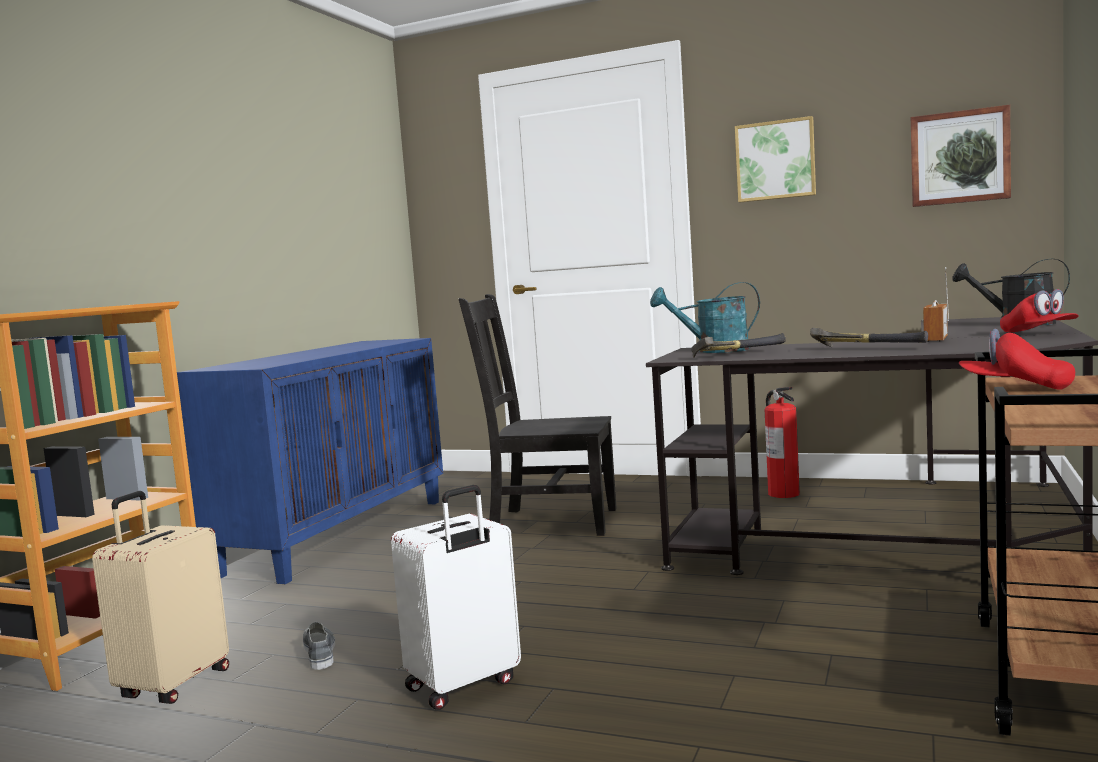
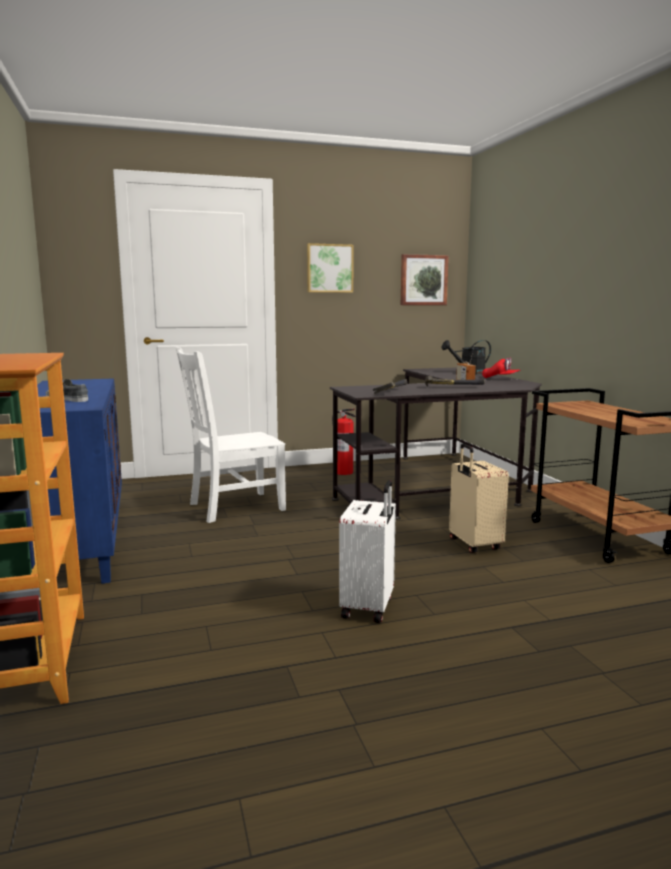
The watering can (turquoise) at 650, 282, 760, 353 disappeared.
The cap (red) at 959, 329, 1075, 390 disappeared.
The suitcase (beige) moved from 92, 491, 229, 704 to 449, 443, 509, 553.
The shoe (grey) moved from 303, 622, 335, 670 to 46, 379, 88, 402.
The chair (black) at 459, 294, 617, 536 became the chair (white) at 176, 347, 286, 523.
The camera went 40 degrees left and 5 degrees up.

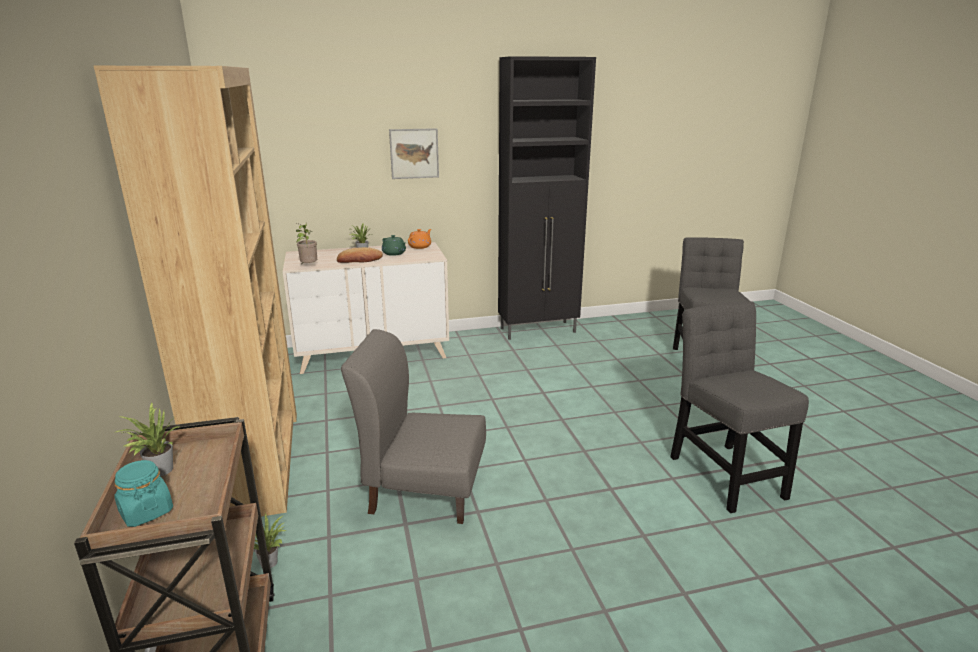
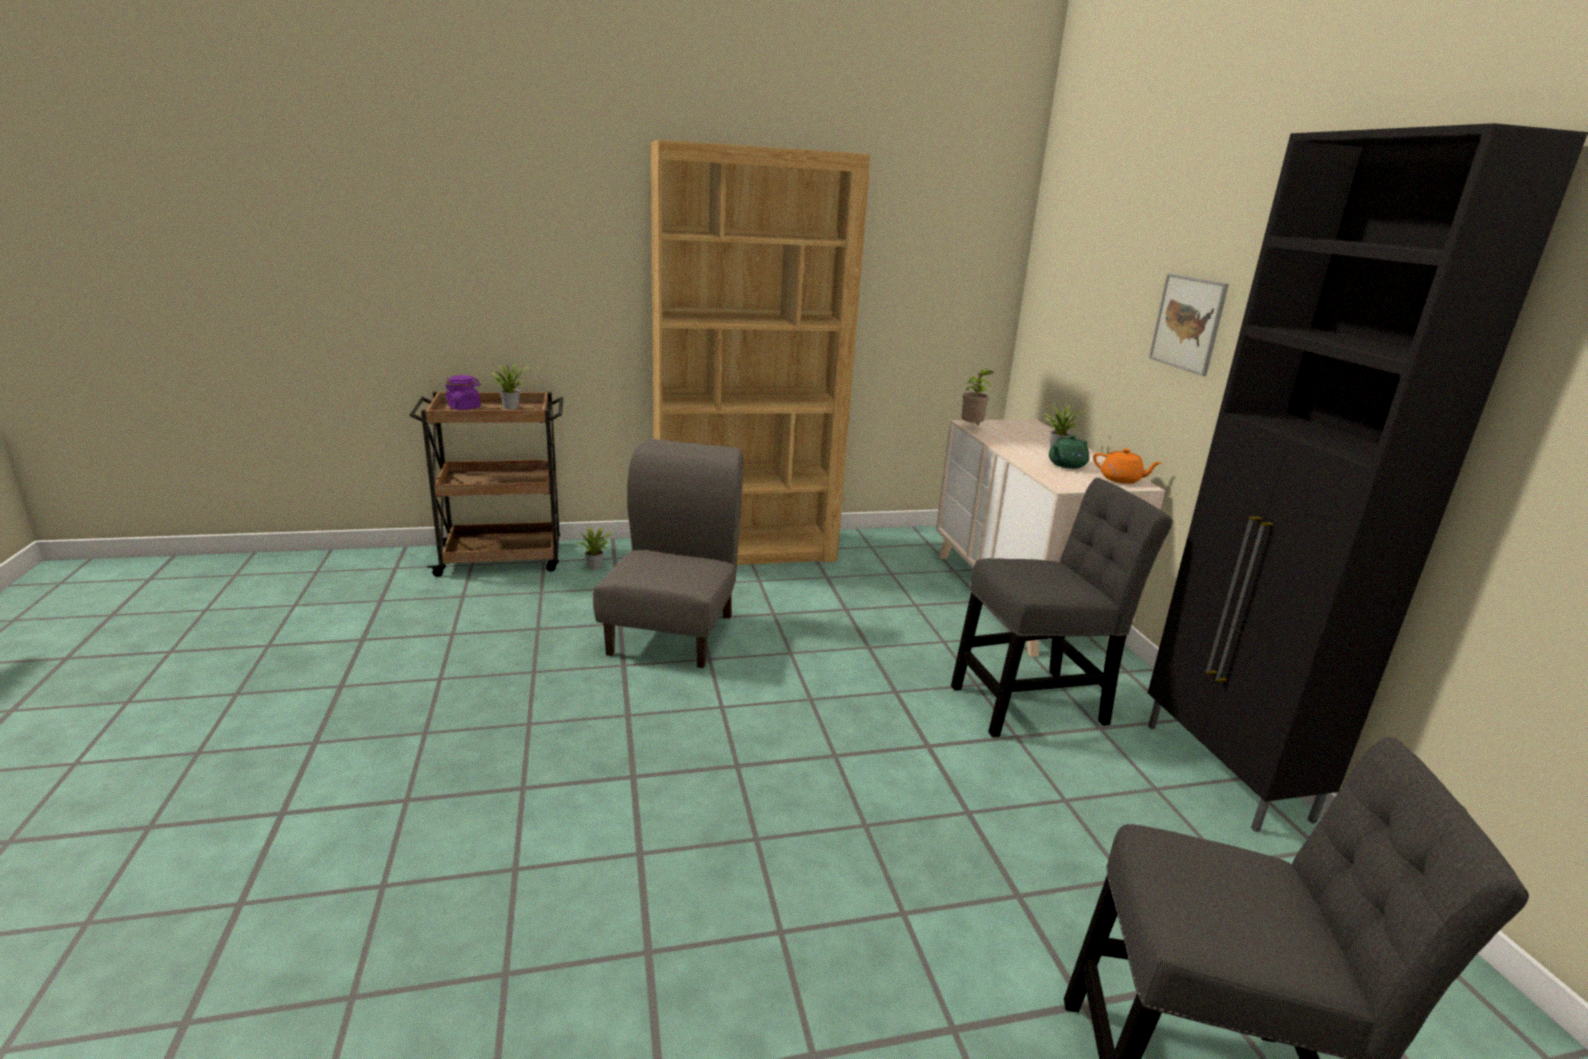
The bread at 337, 247, 383, 263 disappeared.
The chair (grey) moved from 670, 301, 809, 513 to 951, 478, 1173, 737.
The jar (turquoise) at 114, 460, 173, 527 became the jar (purple) at 445, 375, 481, 410.
The camera went 90 degrees right and 0 degrees up.

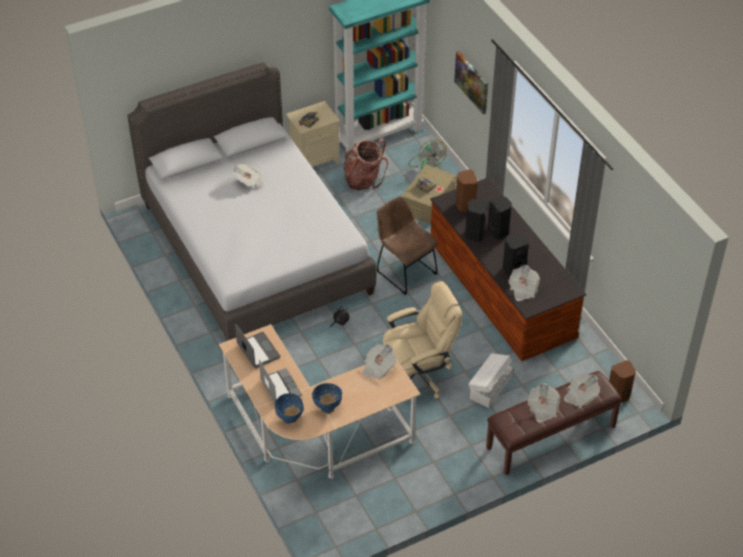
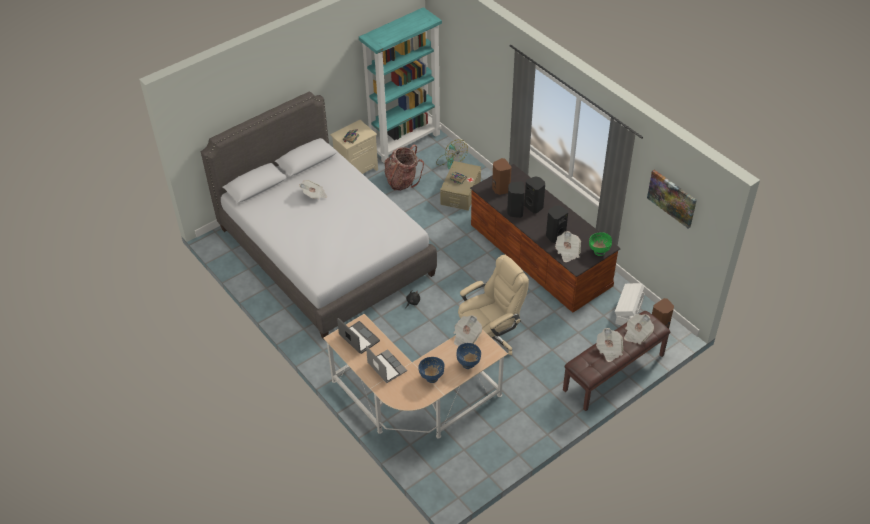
The chair (brown) at 376, 196, 438, 295 disappeared.
The bowl (green) at 589, 232, 612, 256 appeared.
The bowl (blue) moved from 275, 393, 304, 424 to 456, 343, 481, 369.
The picture moved from 454, 51, 488, 114 to 647, 170, 697, 229.
The storage box (white) moved from 468, 353, 513, 408 to 615, 283, 645, 326.
The camera went 10 degrees left and 0 degrees up.

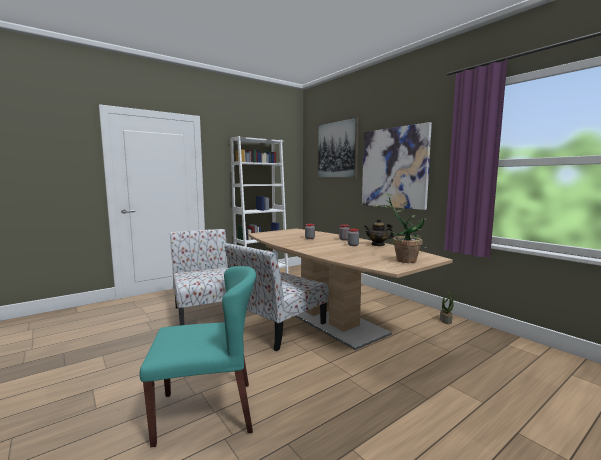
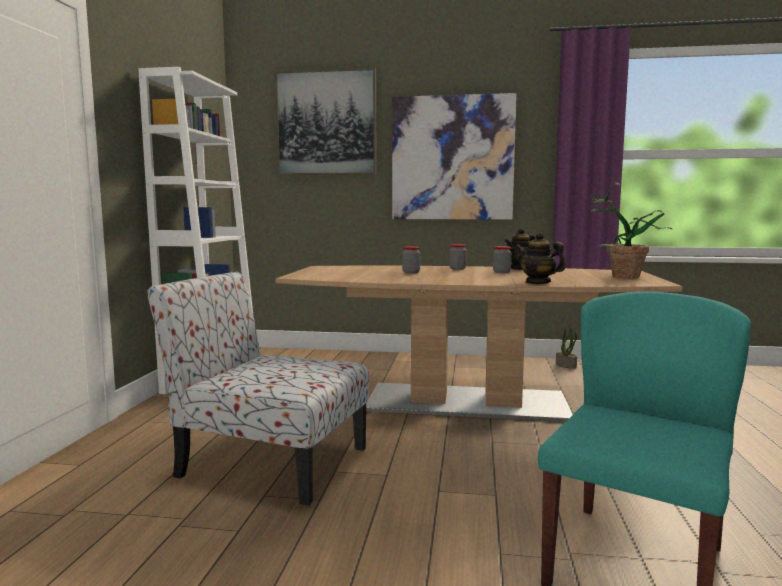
The chair at 225, 243, 329, 351 disappeared.
The teapot at 515, 232, 566, 284 appeared.
The camera went 45 degrees left and 0 degrees up.

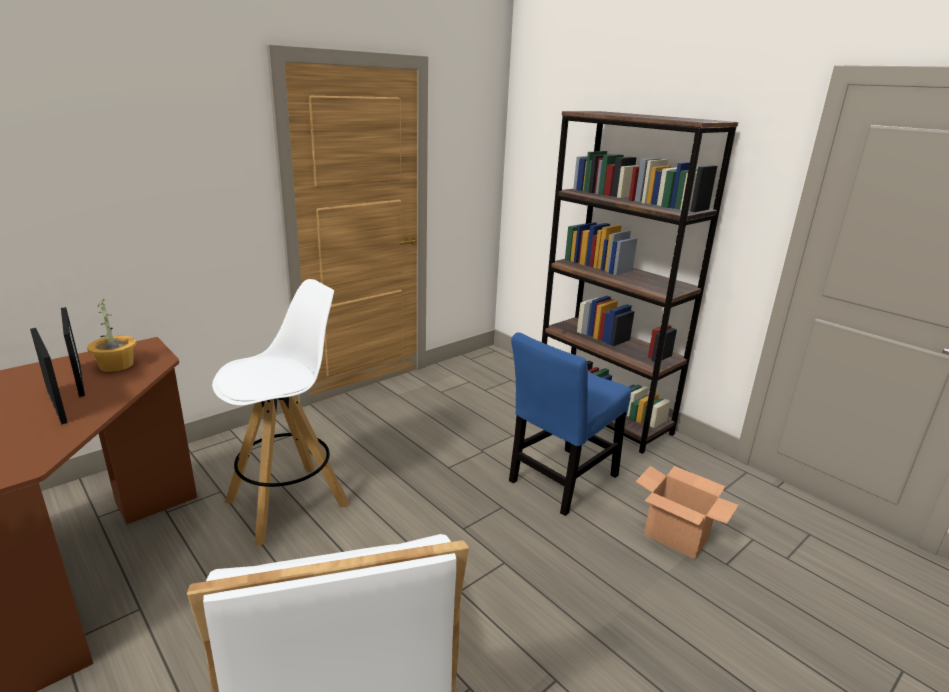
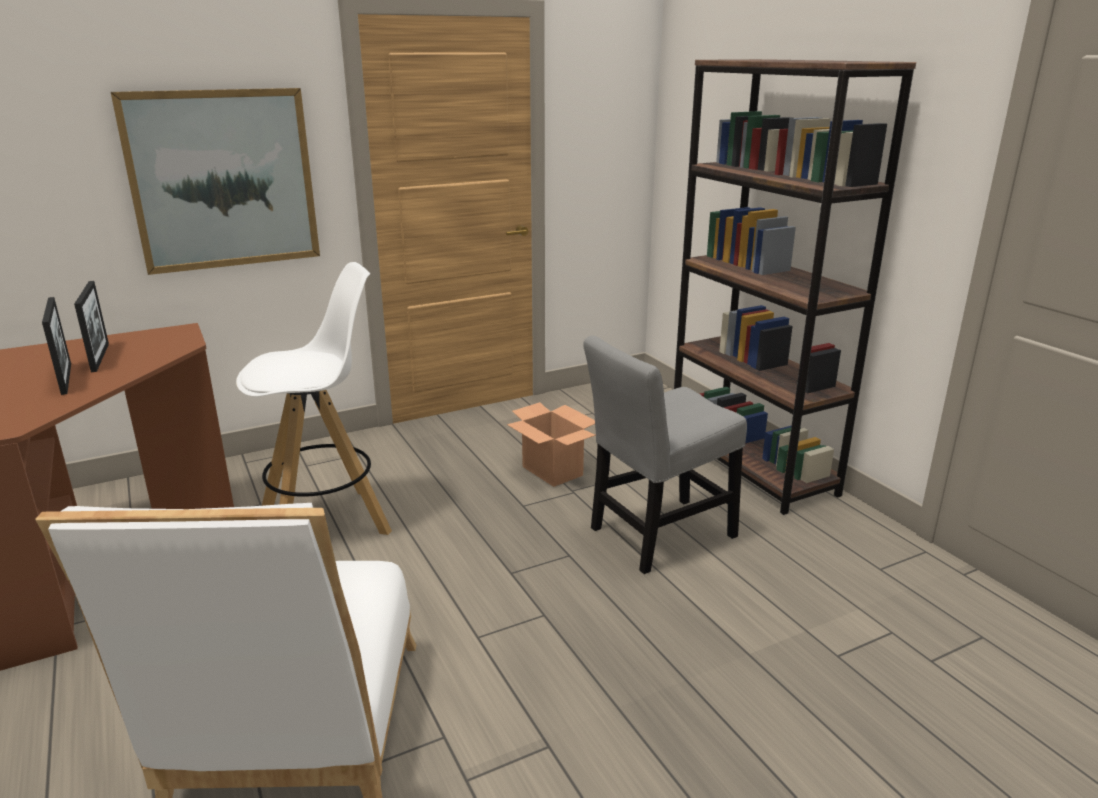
The potted plant at 87, 299, 136, 372 disappeared.
The picture at 111, 88, 320, 275 appeared.
The cardboard box moved from 636, 466, 739, 559 to 507, 402, 596, 487.
The chair (blue) at 509, 333, 631, 516 became the chair (grey) at 583, 336, 747, 574.
The camera went 15 degrees right and 0 degrees up.

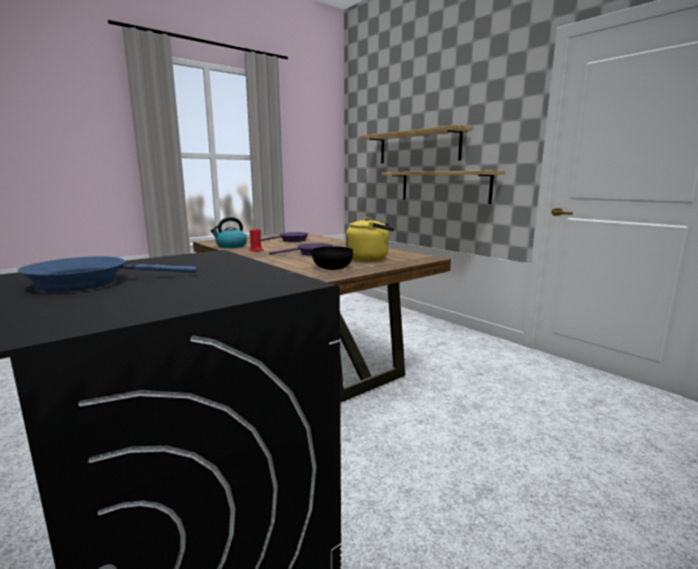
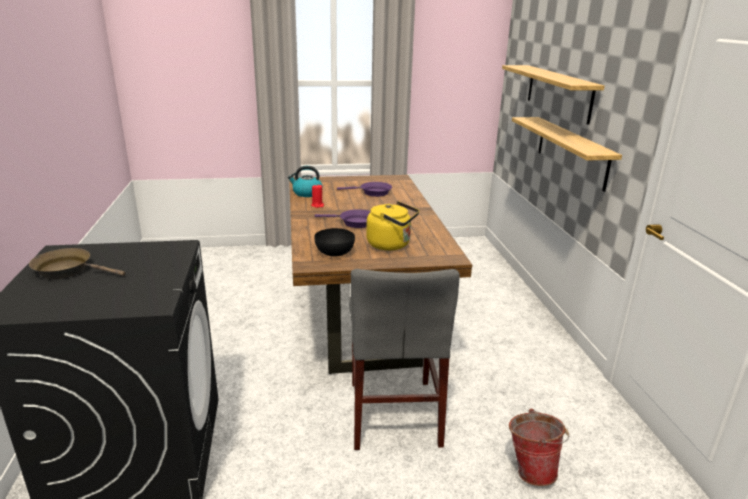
The chair (grey) at 349, 269, 460, 450 appeared.
The bucket at 509, 409, 569, 486 appeared.
The frying pan (blue) at 18, 256, 196, 292 became the frying pan (brown) at 29, 248, 125, 279.
The camera went 30 degrees right and 10 degrees up.

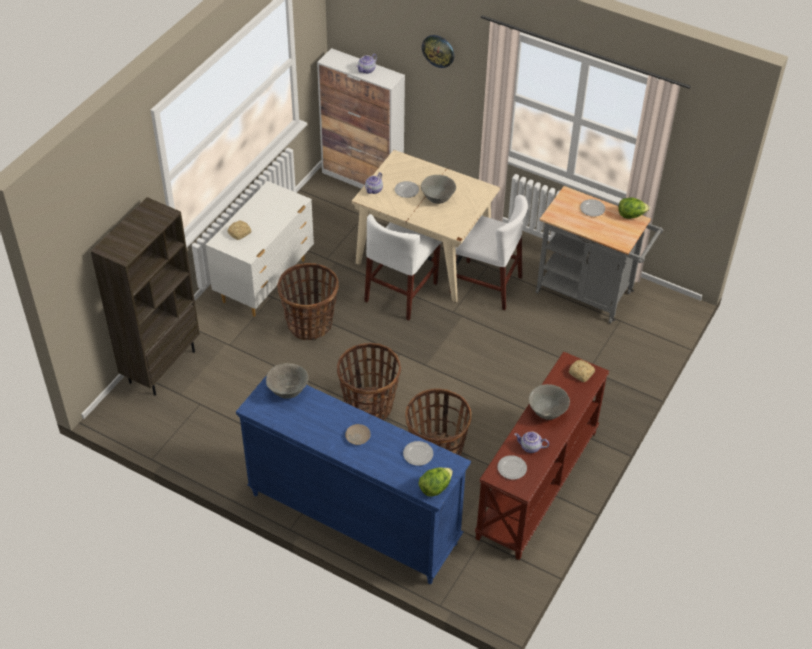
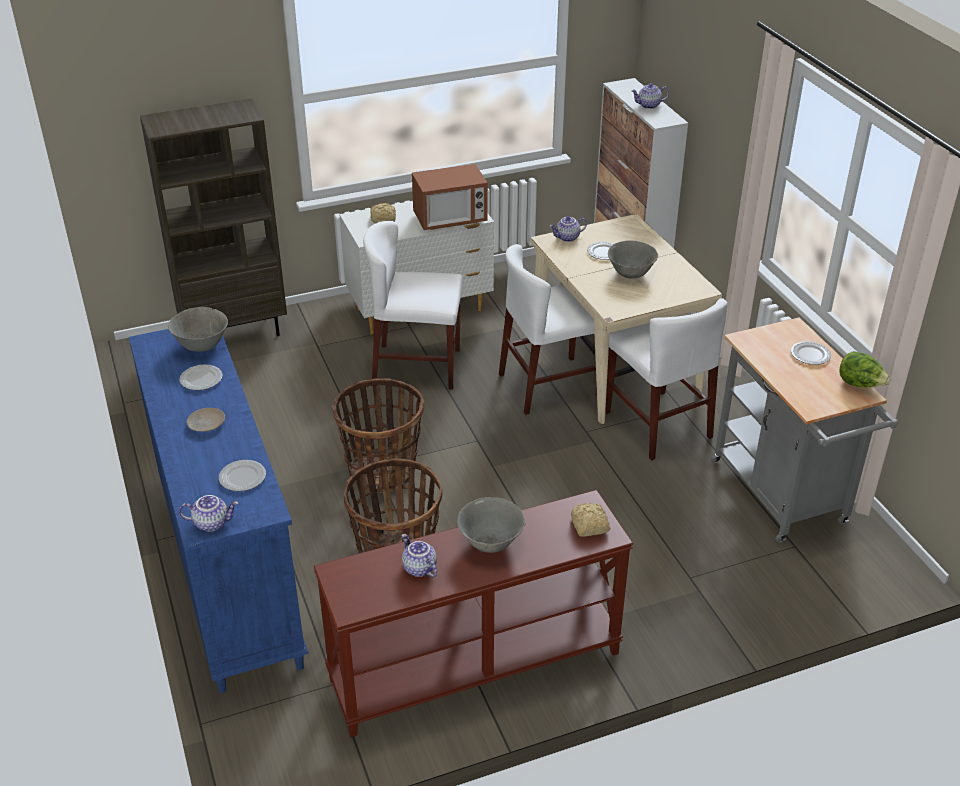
The wall clock at 422, 35, 454, 68 disappeared.
The microwave at 412, 164, 488, 230 appeared.
The plate moved from 497, 455, 527, 480 to 179, 364, 222, 390.
The basket at 277, 263, 339, 340 was replaced by the chair (white) at 363, 221, 463, 390.
The lettuce at 419, 468, 453, 497 was replaced by the teapot at 179, 495, 239, 532.
The camera went 40 degrees right and 10 degrees down.

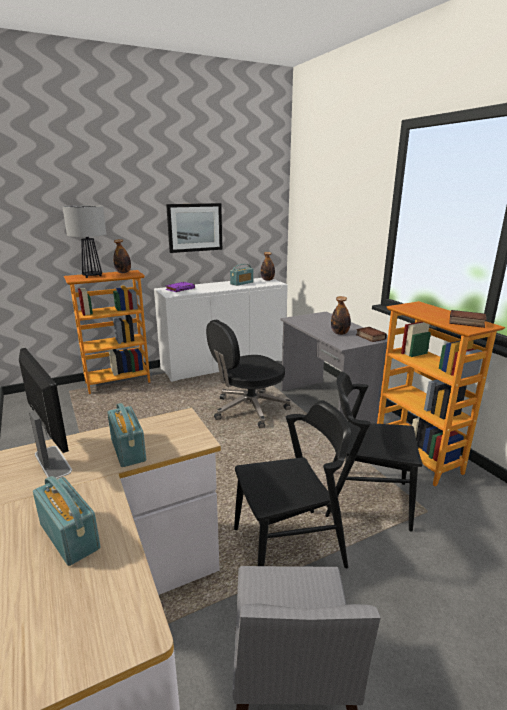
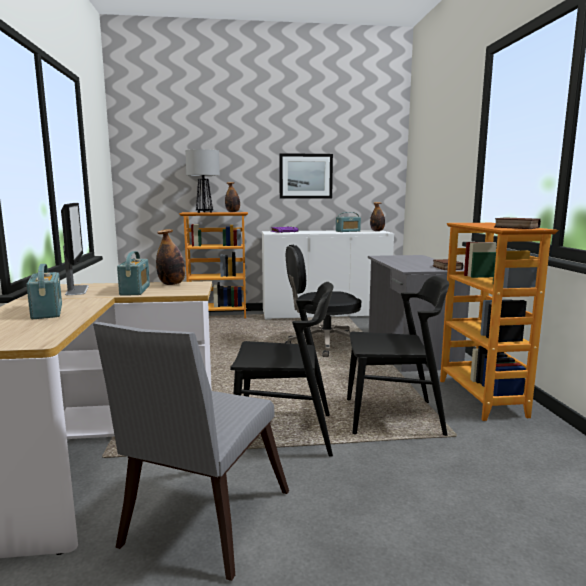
The bottle moved from 331, 296, 351, 335 to 156, 229, 185, 285.
The chair (black) at 325, 372, 423, 532 turned 150 degrees clockwise.
The camera went 20 degrees right and 10 degrees down.

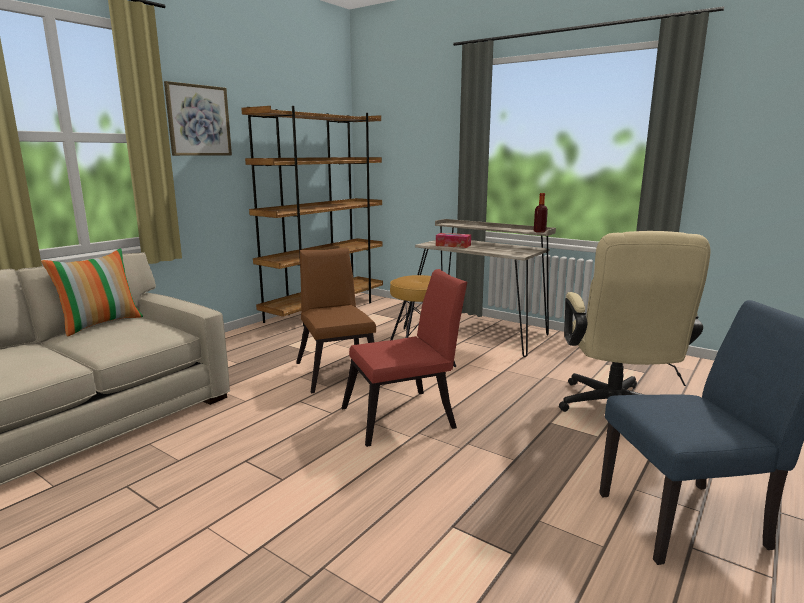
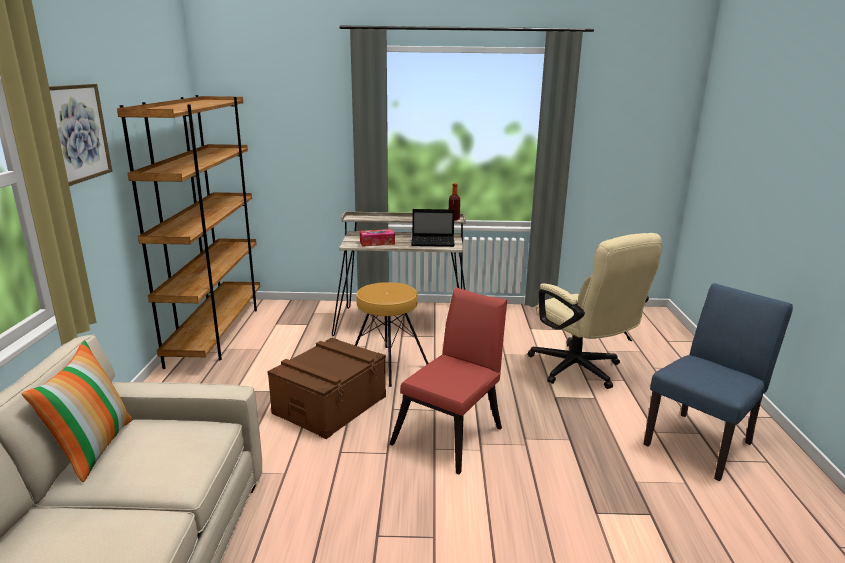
The laptop at 411, 209, 455, 247 appeared.
The chair (brown) at 296, 247, 376, 393 was replaced by the storage box (brown) at 267, 337, 386, 439.
The camera went 35 degrees left and 5 degrees up.

